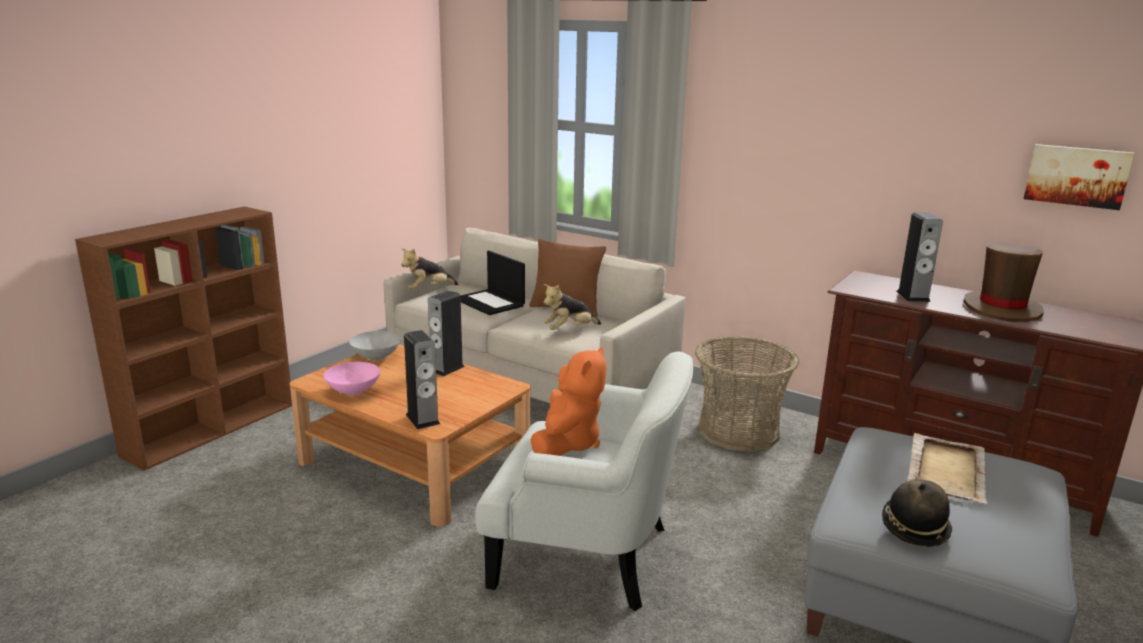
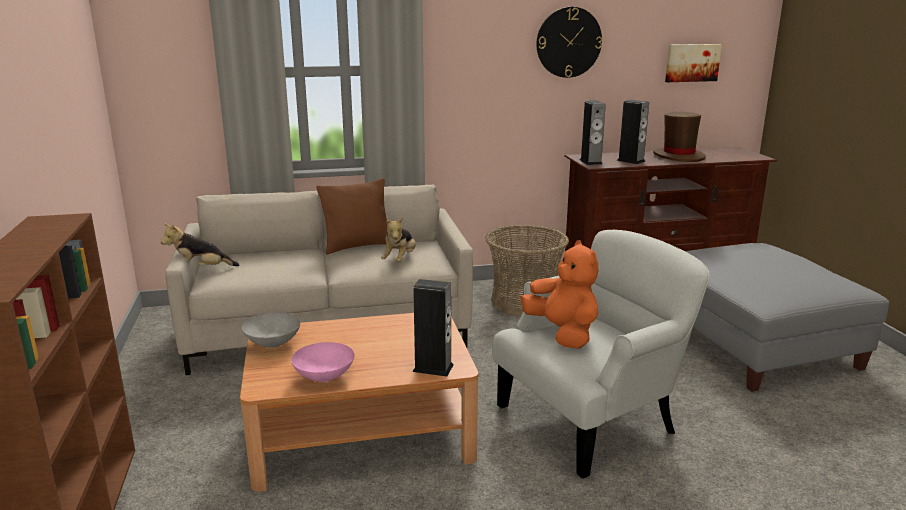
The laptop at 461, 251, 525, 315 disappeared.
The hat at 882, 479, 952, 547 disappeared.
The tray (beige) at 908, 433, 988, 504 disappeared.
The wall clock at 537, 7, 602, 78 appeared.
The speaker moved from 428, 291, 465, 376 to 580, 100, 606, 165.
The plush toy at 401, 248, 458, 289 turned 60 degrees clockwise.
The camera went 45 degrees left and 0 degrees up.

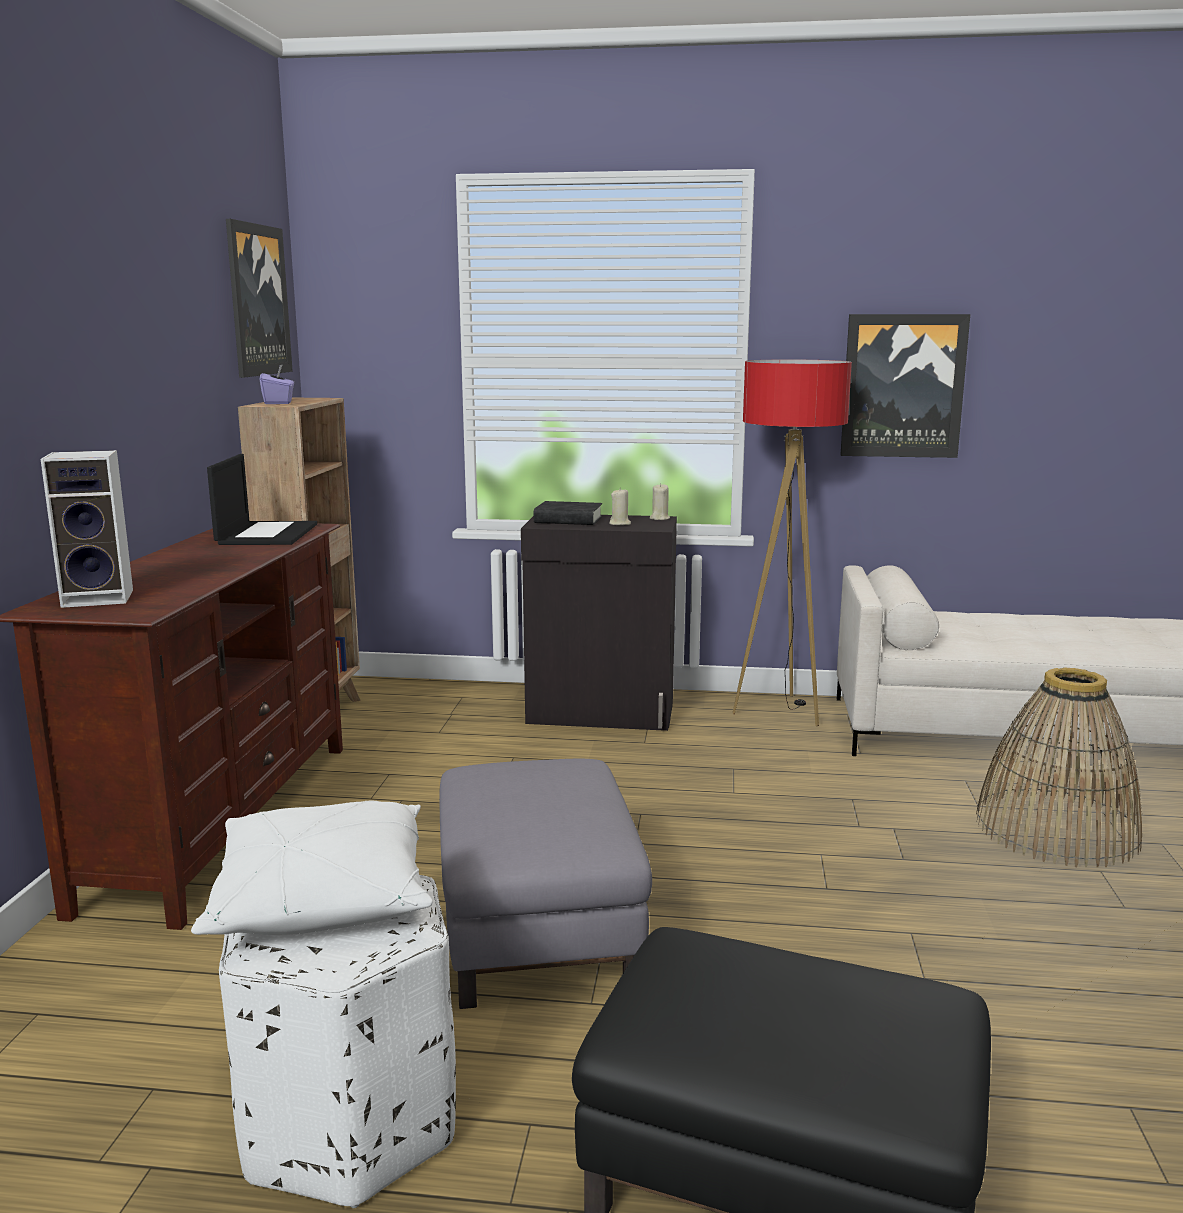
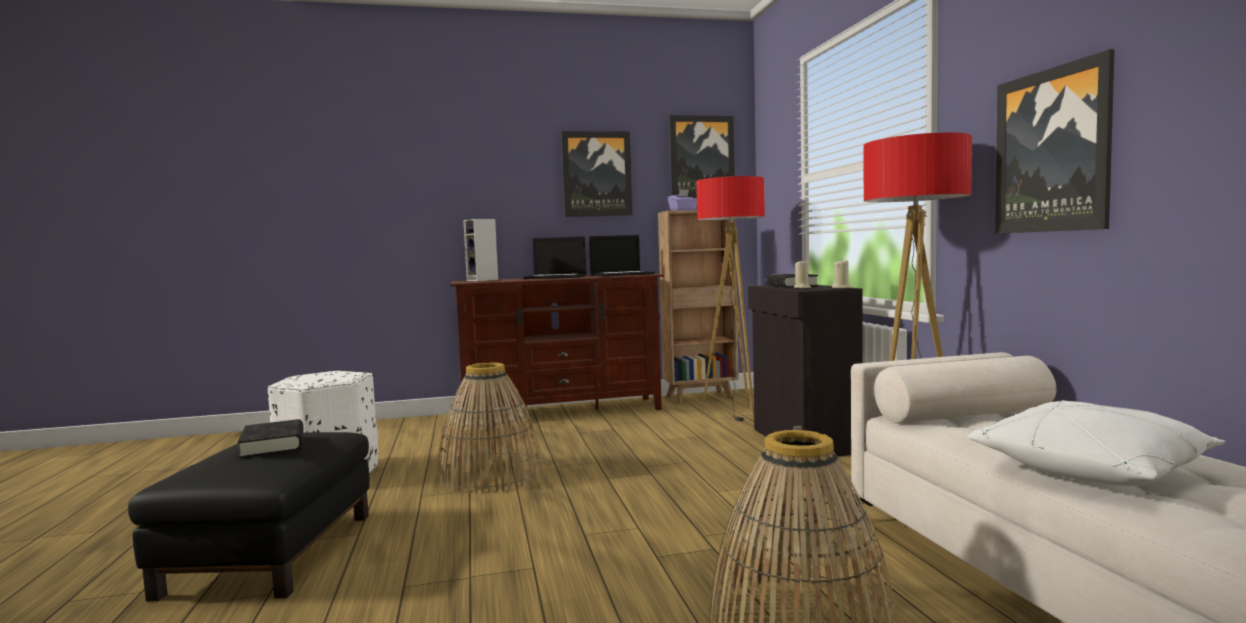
The book (black) at 238, 419, 304, 458 appeared.
The laptop at 523, 237, 586, 279 appeared.
The picture at 561, 131, 632, 217 appeared.
The floor lamp at 696, 176, 765, 421 appeared.
The pillow (white) moved from 191, 801, 433, 935 to 968, 400, 1226, 486.
The ottoman (grey) at 439, 759, 652, 1009 was replaced by the basket at 437, 362, 543, 494.
The camera went 70 degrees right and 10 degrees down.

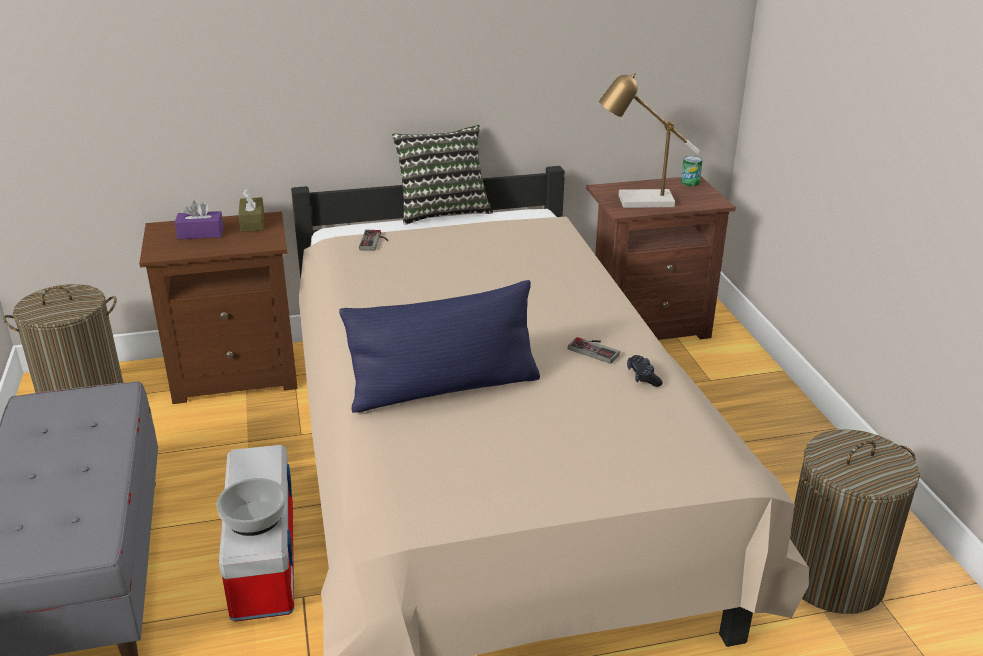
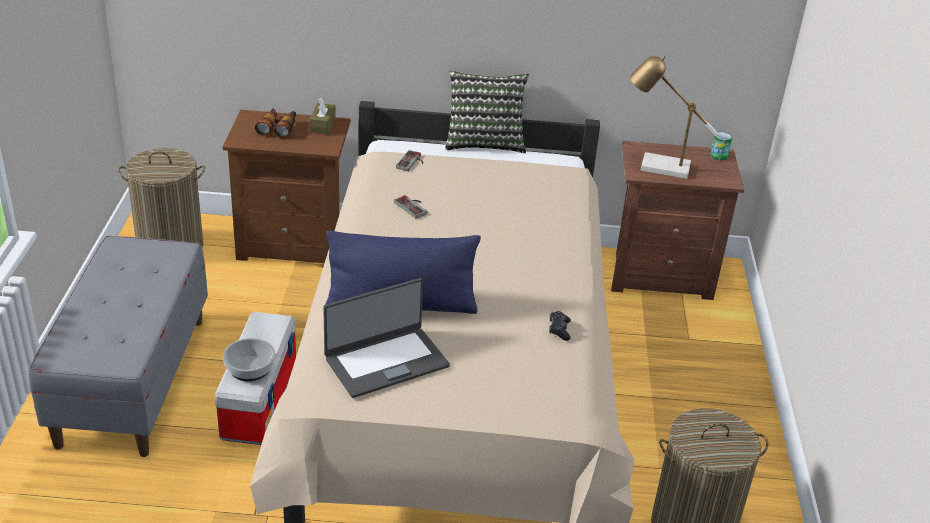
The laptop at 323, 278, 450, 398 appeared.
The game controller moved from 568, 337, 620, 364 to 394, 195, 427, 218.
The tissue box (purple) at 175, 200, 224, 239 was replaced by the binoculars at 255, 109, 296, 139.
The camera went 15 degrees right and 5 degrees up.

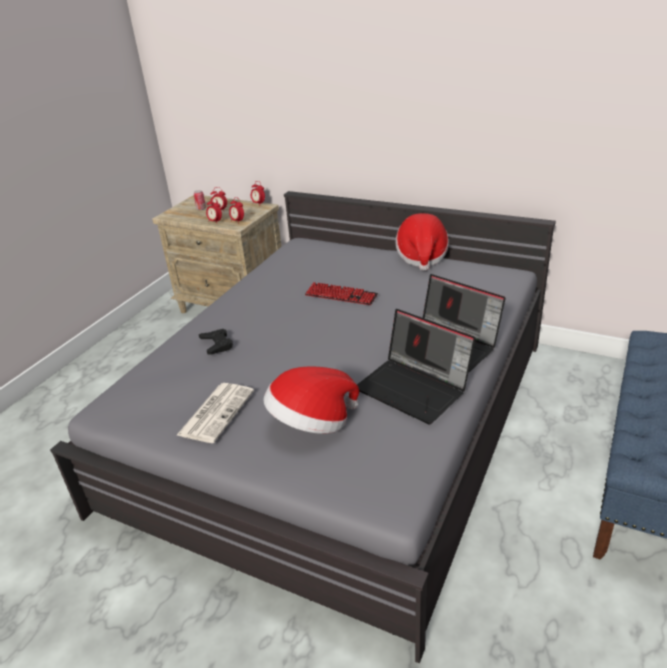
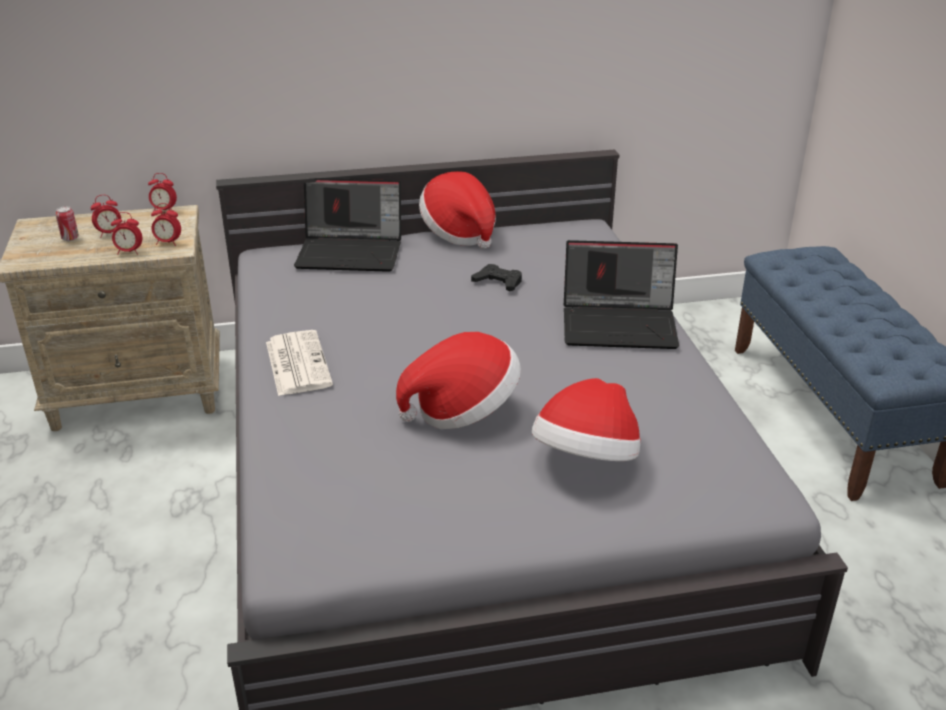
The keyboard at 305, 282, 378, 305 disappeared.
The hat at 396, 332, 521, 429 appeared.
The newspaper moved from 176, 383, 254, 443 to 266, 330, 333, 396.
The game controller (black) moved from 199, 329, 233, 355 to 471, 264, 522, 291.
The laptop moved from 357, 309, 475, 424 to 294, 178, 401, 272.
The camera went 40 degrees left and 0 degrees up.

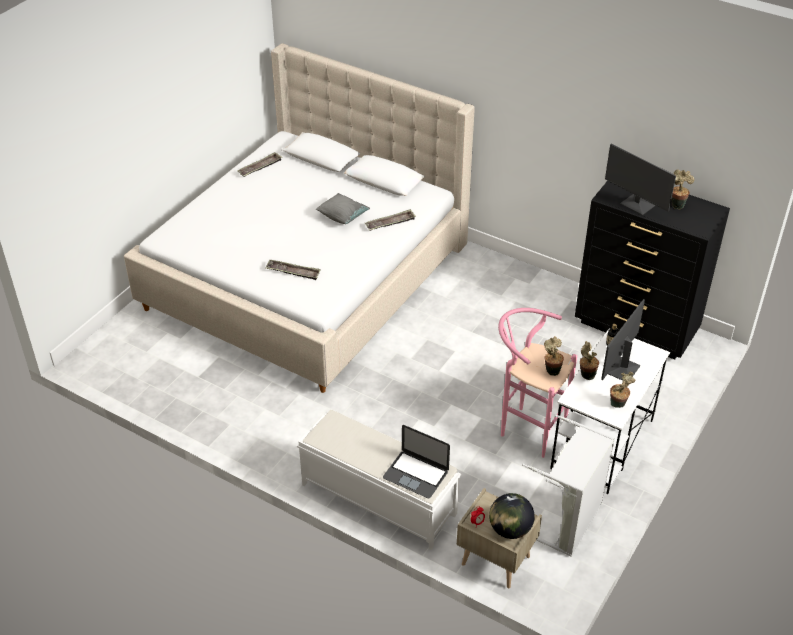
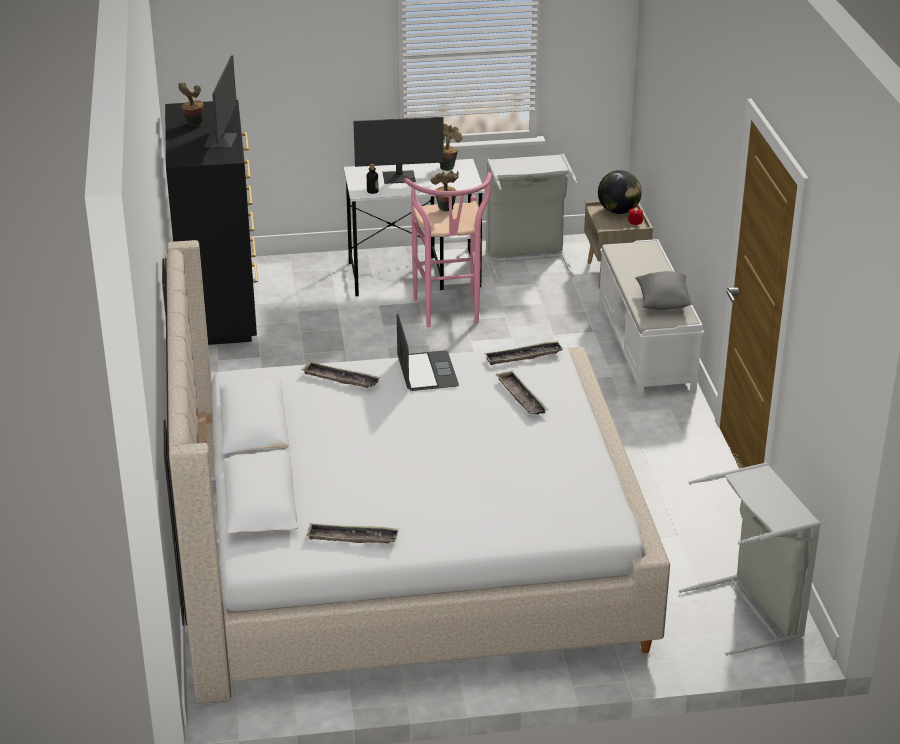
The potted plant at 580, 341, 599, 380 disappeared.
The tray at 484, 341, 563, 365 appeared.
The laundry basket (grey) at 678, 462, 821, 656 appeared.
The pillow (grey) moved from 316, 193, 370, 224 to 635, 271, 692, 310.
The laptop moved from 383, 425, 450, 499 to 397, 314, 459, 391.
The camera went 130 degrees left and 10 degrees down.

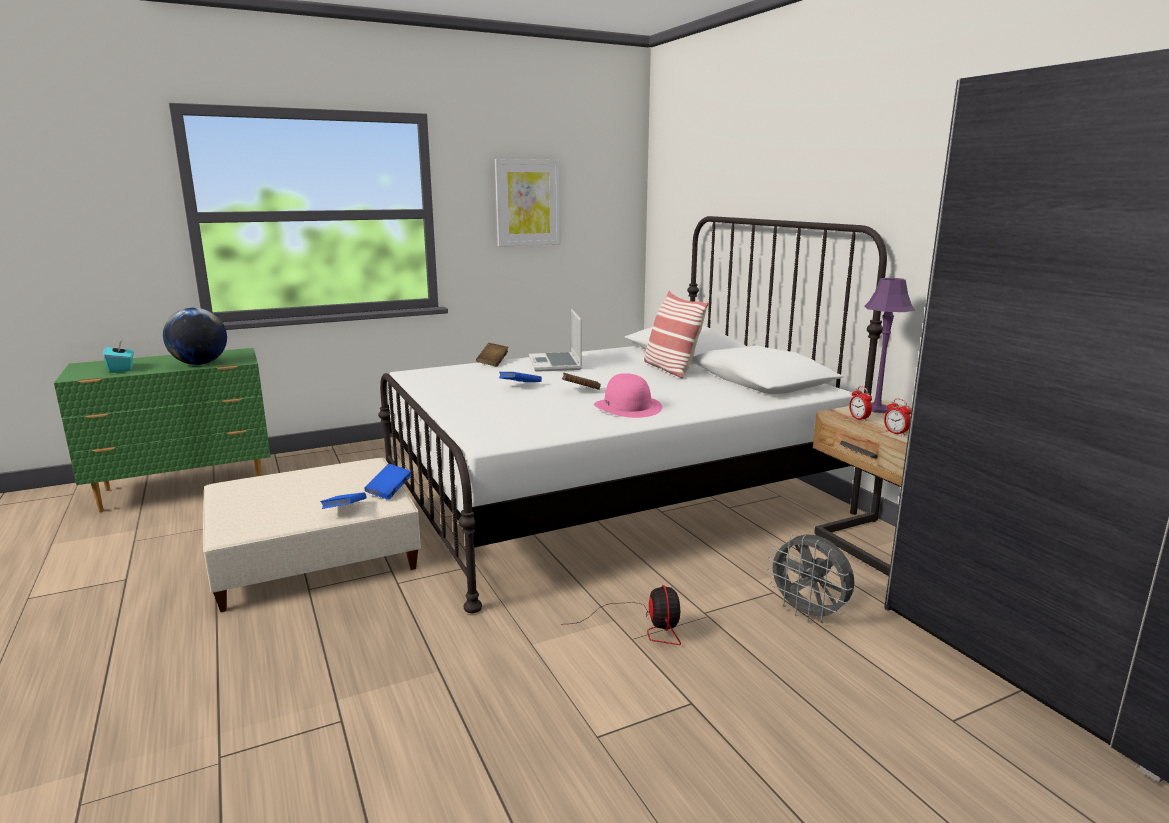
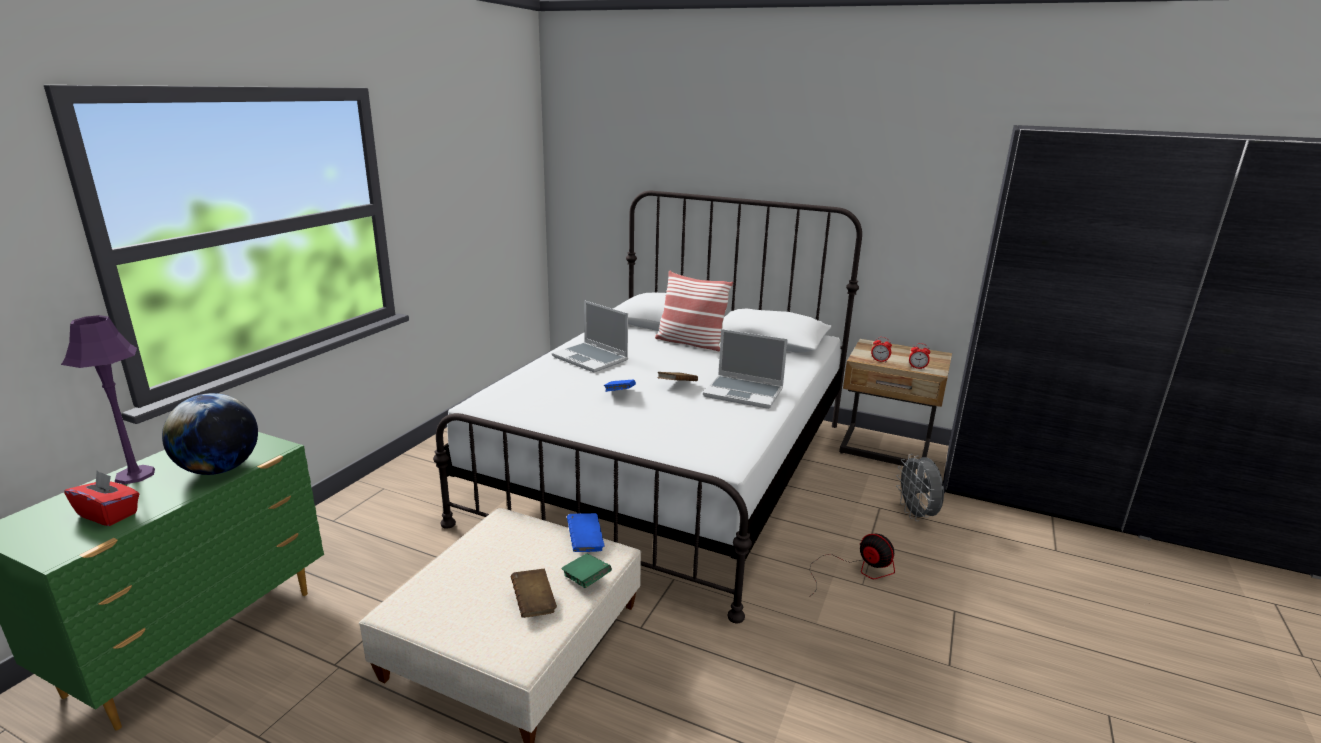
The picture at 495, 159, 561, 247 disappeared.
The book (brown) moved from 476, 343, 509, 367 to 511, 569, 557, 618.
The table lamp (purple) moved from 864, 278, 916, 413 to 61, 315, 155, 484.
The hat (pink) at 594, 373, 662, 418 was replaced by the laptop at 703, 329, 788, 409.
The tissue box (turquoise) at 103, 340, 134, 373 became the tissue box (red) at 64, 471, 139, 526.
The book (blue) at 320, 492, 367, 509 became the book (green) at 561, 554, 612, 588.
The fan (grey) at 766, 534, 855, 623 turned 75 degrees clockwise.
The camera went 40 degrees left and 5 degrees up.

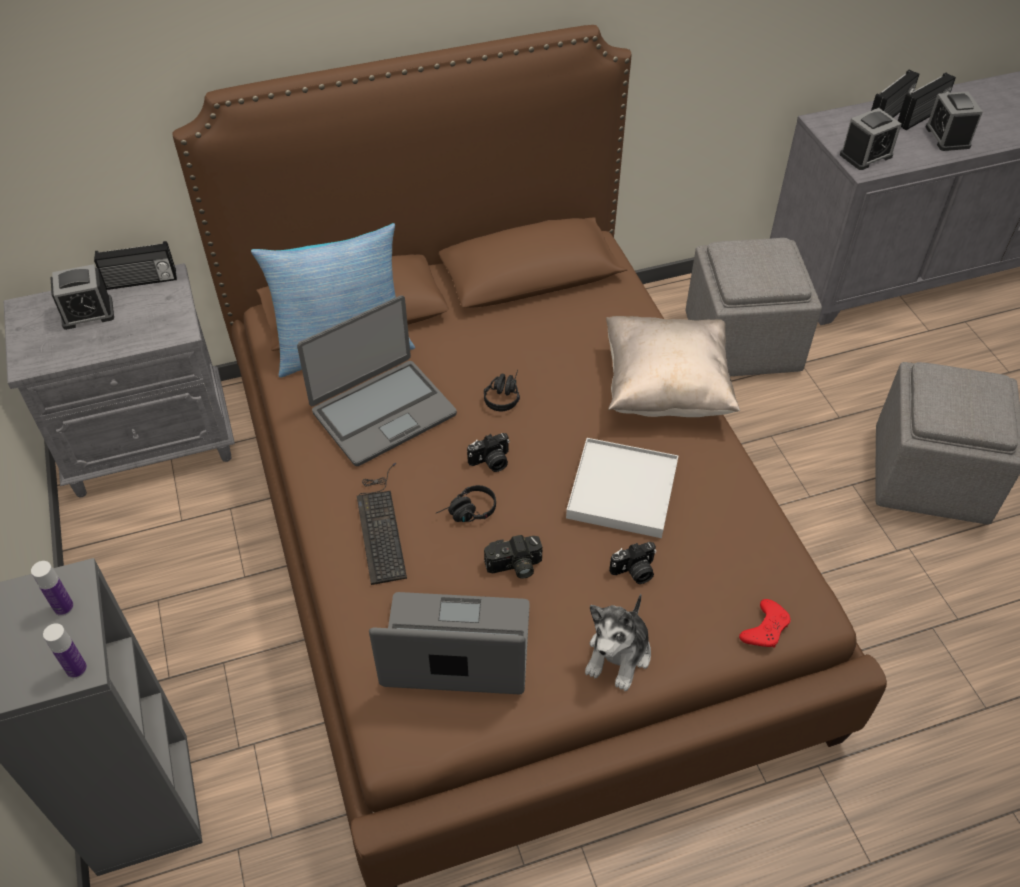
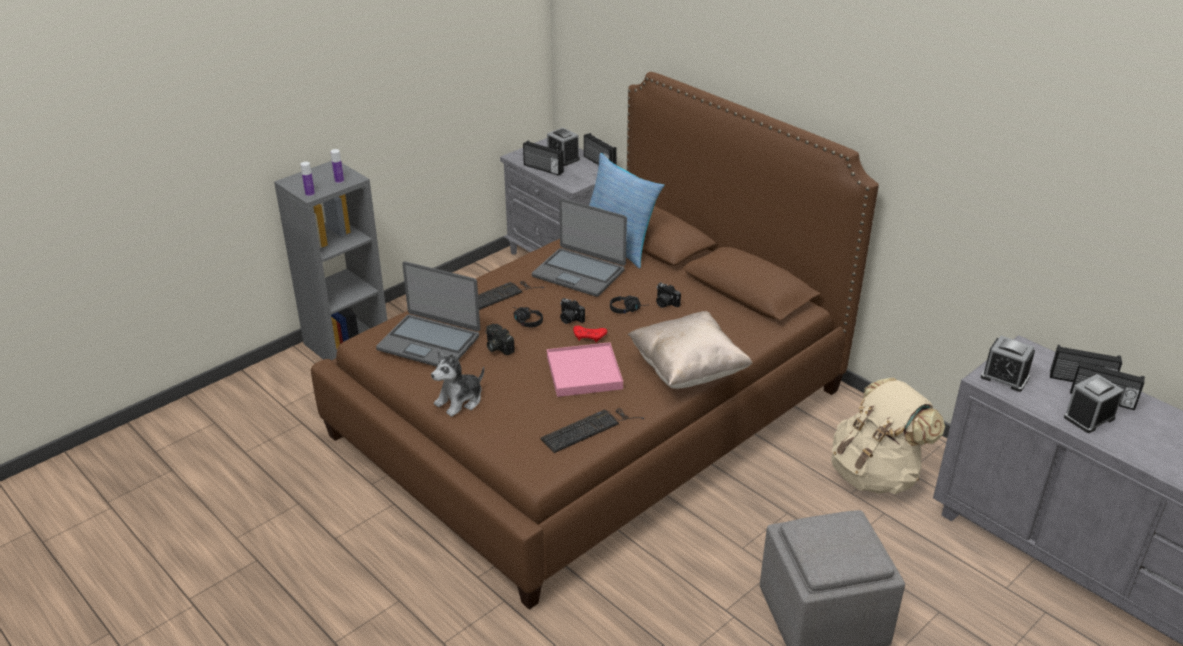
The radio at 523, 141, 564, 176 appeared.
The keyboard at 540, 408, 644, 453 appeared.
The photo camera moved from 609, 542, 657, 584 to 656, 283, 681, 308.
The game controller (red) moved from 739, 599, 791, 648 to 573, 326, 607, 343.
The ottoman (grey) at 686, 238, 822, 376 was replaced by the backpack (beige) at 831, 378, 945, 494.
The tray (white) at 566, 438, 678, 538 became the tray (pink) at 547, 342, 623, 397.
The laptop at 369, 592, 530, 694 turned 135 degrees clockwise.
The plush toy at 585, 594, 651, 691 turned 45 degrees counterclockwise.
The camera went 65 degrees right and 15 degrees down.

